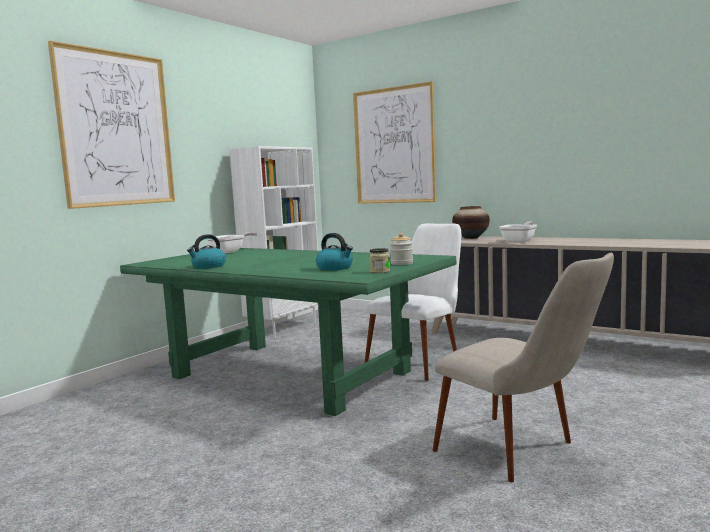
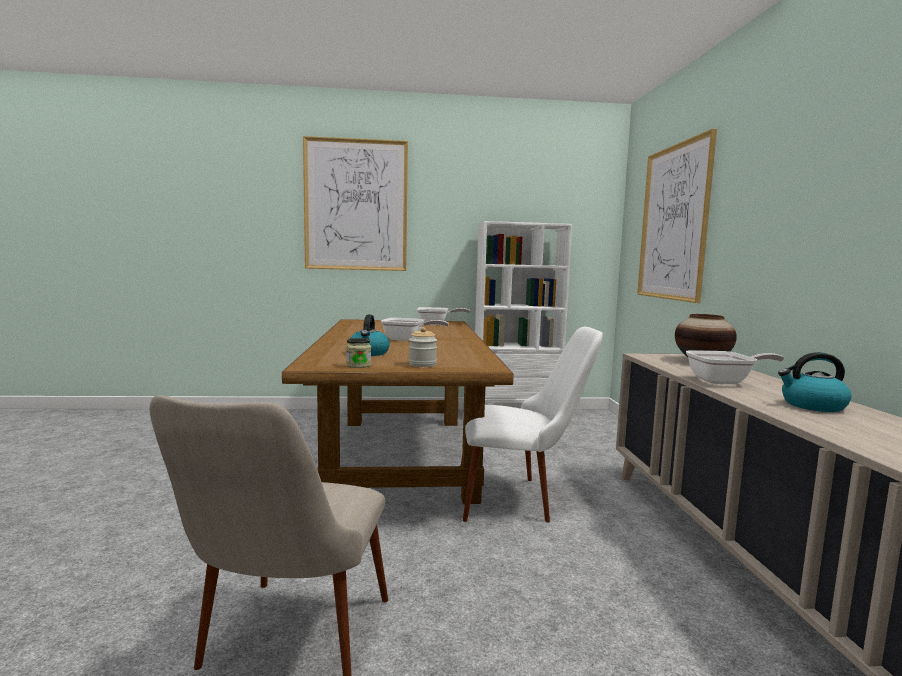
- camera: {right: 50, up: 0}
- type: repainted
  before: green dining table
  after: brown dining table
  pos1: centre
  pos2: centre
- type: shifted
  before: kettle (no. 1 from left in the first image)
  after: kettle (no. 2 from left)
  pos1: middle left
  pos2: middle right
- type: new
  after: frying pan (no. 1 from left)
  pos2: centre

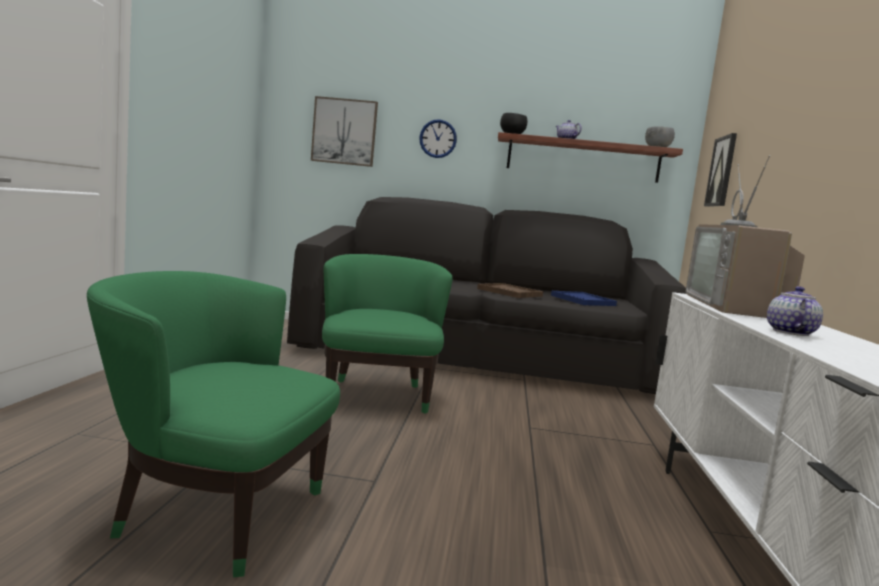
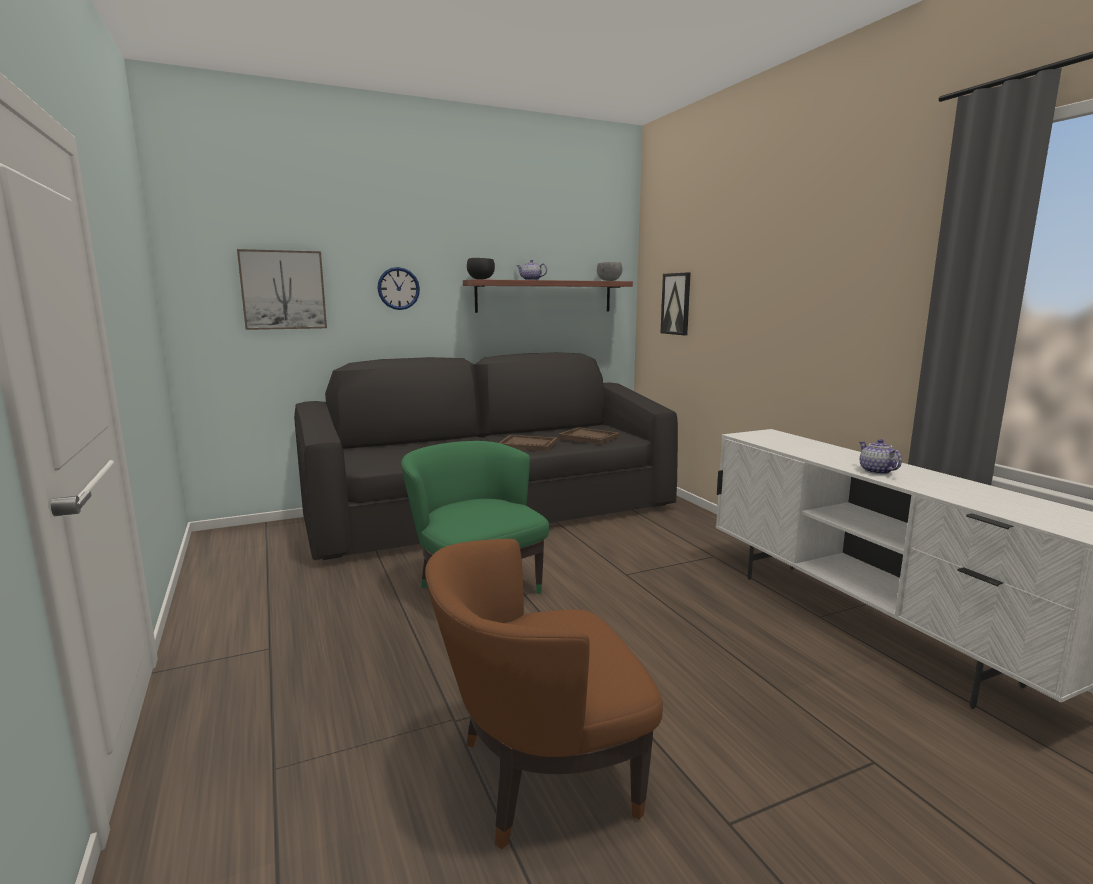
- camera: {right: -30, up: 5}
- type: repainted
  before: green armchair (no. 1 from left)
  after: brown armchair
  pos1: bottom left
  pos2: bottom centre
- type: repainted
  before: blue tray
  after: brown tray (no. 2 from left)
  pos1: centre
  pos2: centre
- type: gone
  before: television
  pos1: middle right

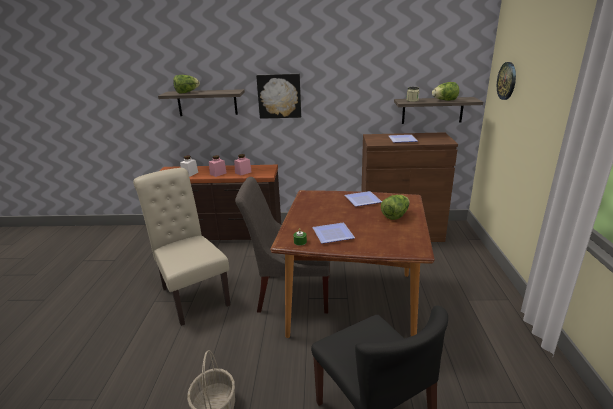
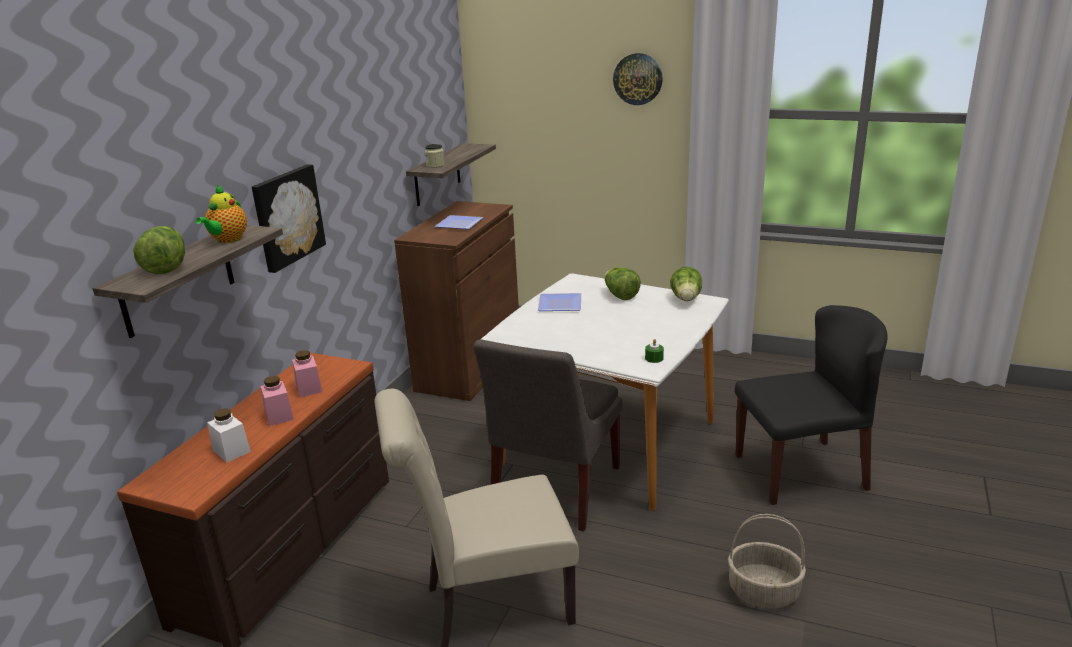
- camera: {right: -70, up: 0}
- type: repainted
  before: brown dining table
  after: white dining table
  pos1: centre
  pos2: centre
- type: gone
  before: plate (no. 1 from left)
  pos1: centre
- type: shifted
  before: lettuce (no. 3 from left)
  pos1: top right
  pos2: centre
- type: shifted
  before: wall clock
  pos1: top right
  pos2: top centre
- type: new
  after: teapot
  pos2: top left

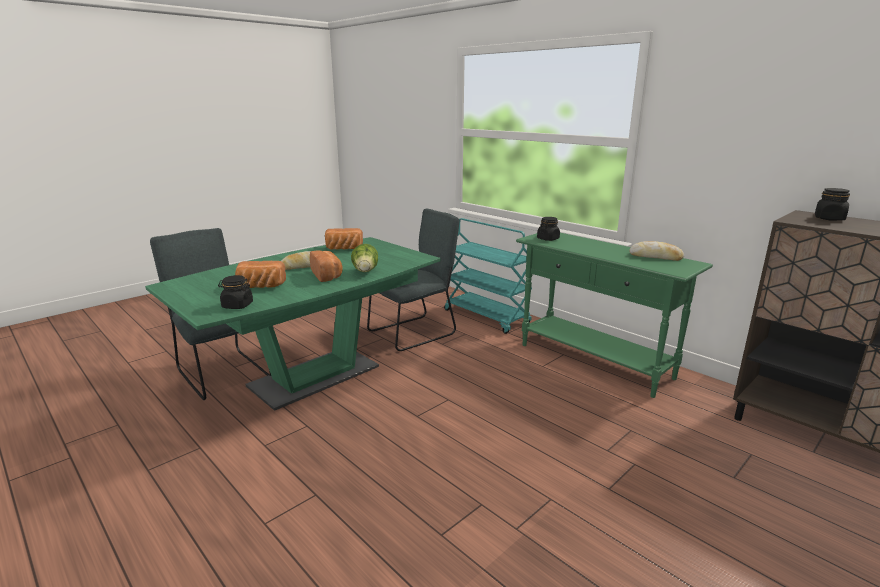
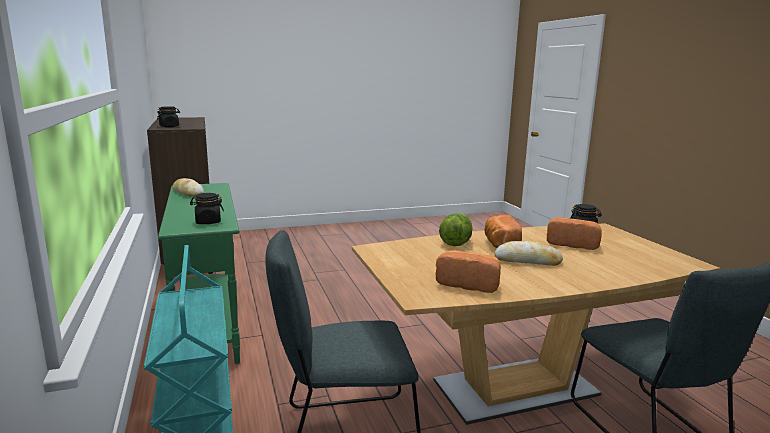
- camera: {right: -155, up: -5}
- type: repainted
  before: green dining table
  after: brown dining table
  pos1: middle left
  pos2: bottom right

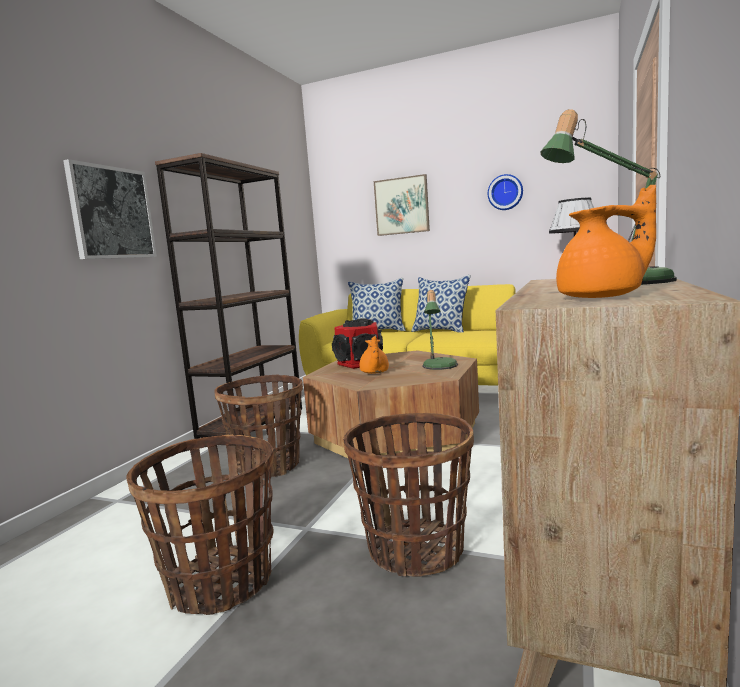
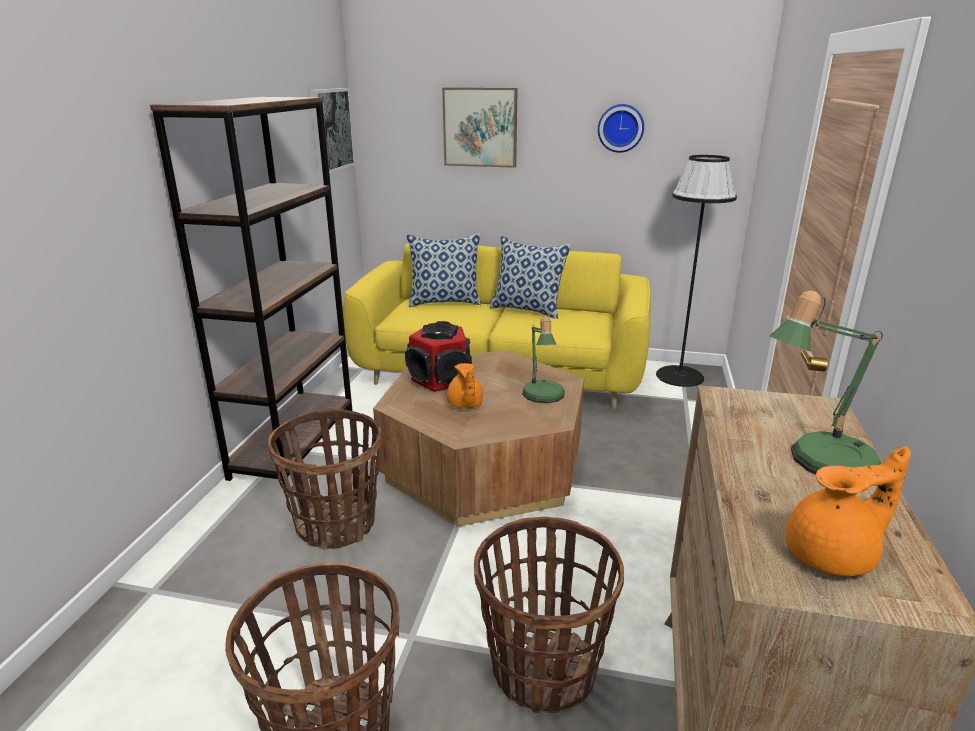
- camera: {right: -10, up: 15}
- type: shifted
  before: picture (no. 1 from left)
  pos1: top left
  pos2: top centre

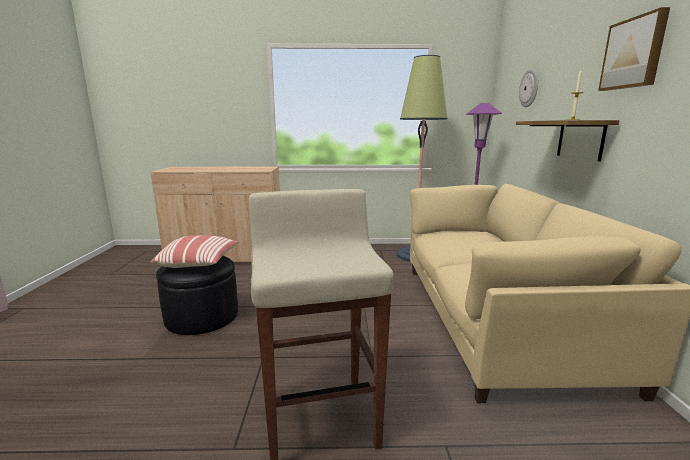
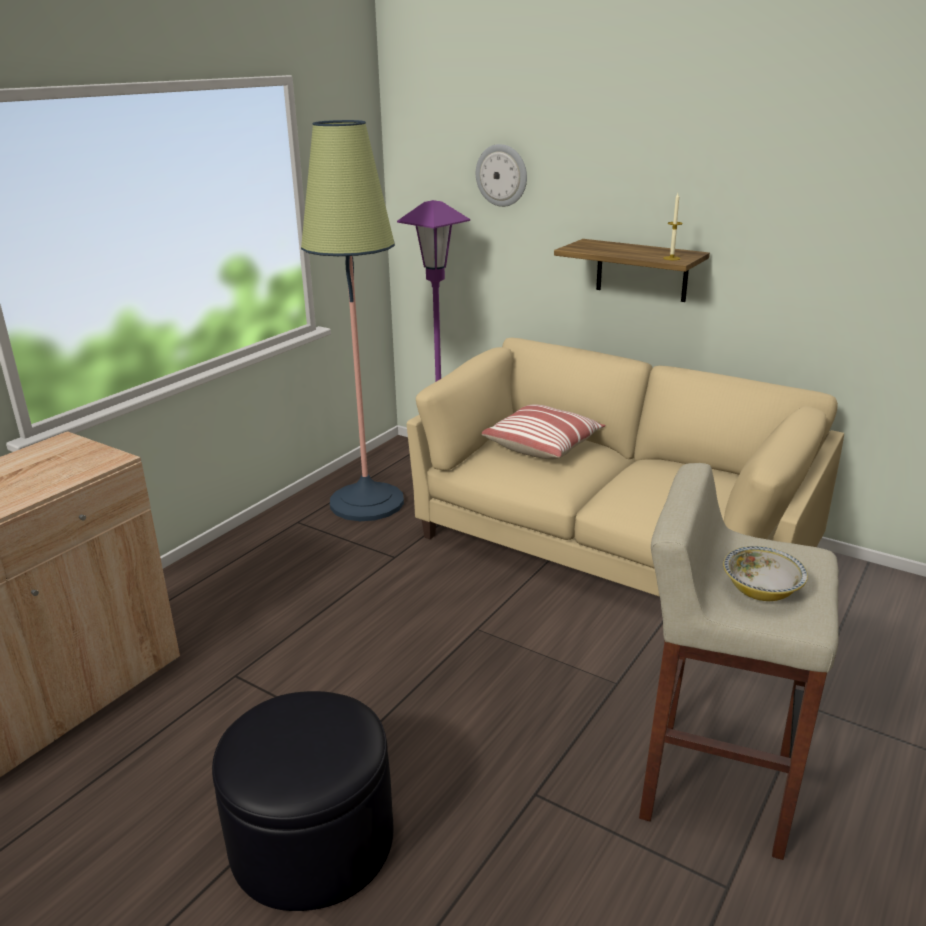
- camera: {right: -55, up: 10}
- type: shifted
  before: pillow
  pos1: middle left
  pos2: centre
- type: gone
  before: picture
  pos1: top right
- type: new
  after: bowl
  pos2: middle right

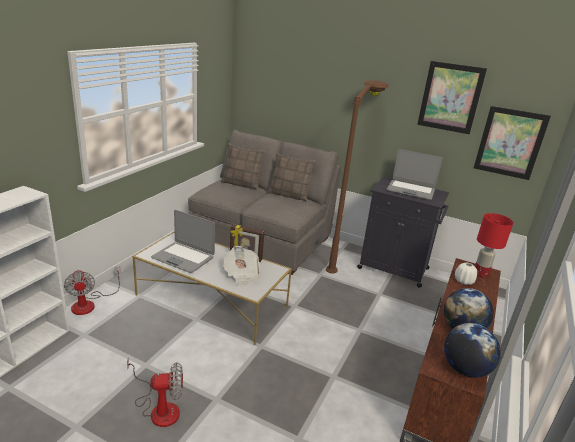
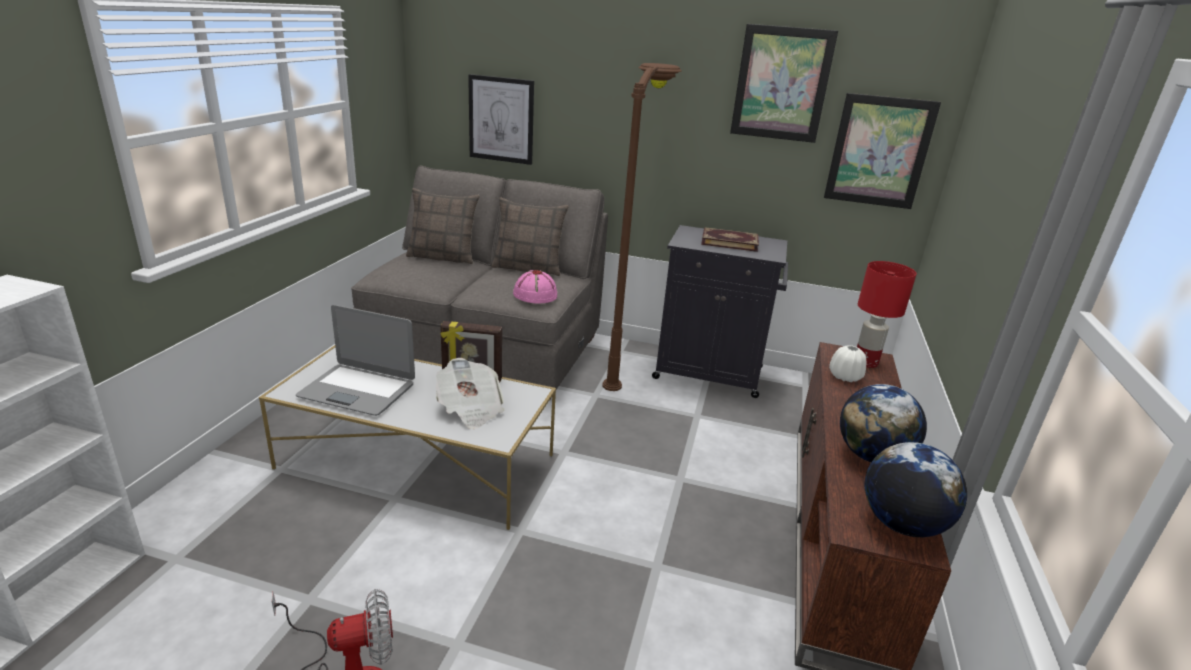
- camera: {right: -10, up: 0}
- type: gone
  before: fan (no. 1 from left)
  pos1: middle left
- type: swapped
  before: laptop (no. 2 from left)
  after: book
  pos1: middle right
  pos2: centre
- type: new
  after: picture (no. 1 from left)
  pos2: top centre
- type: new
  after: pink hat
  pos2: centre

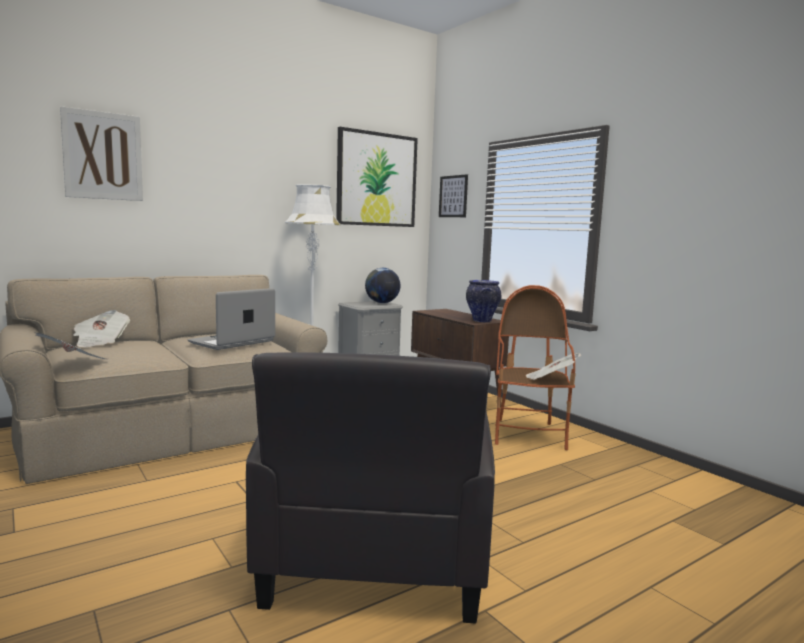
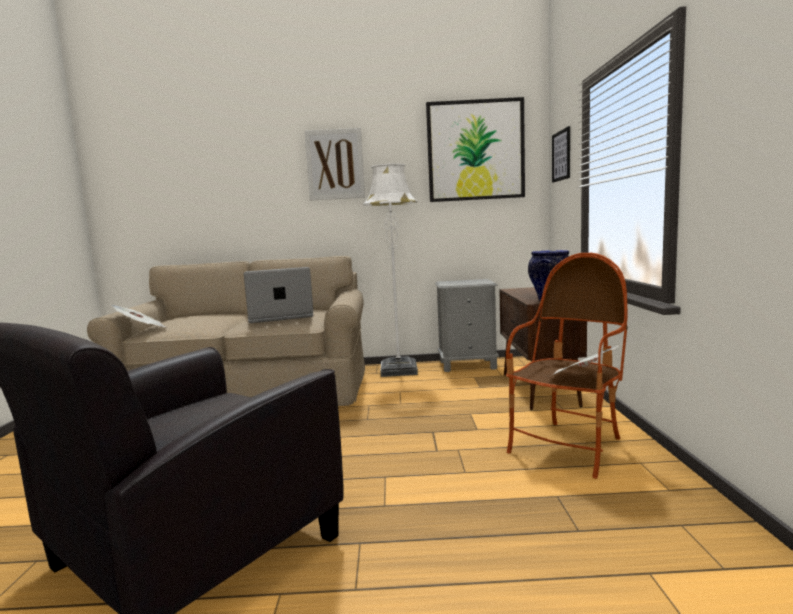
- camera: {right: 35, up: 0}
- type: shifted
  before: picture (no. 1 from left)
  pos1: top left
  pos2: top centre
- type: gone
  before: newspaper (no. 2 from left)
  pos1: middle left
- type: gone
  before: globe
  pos1: centre

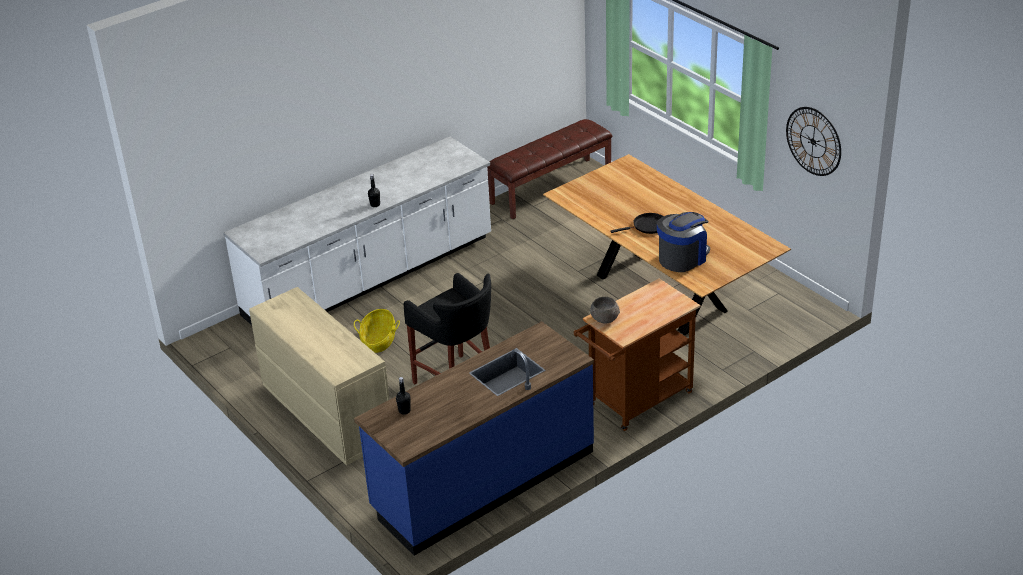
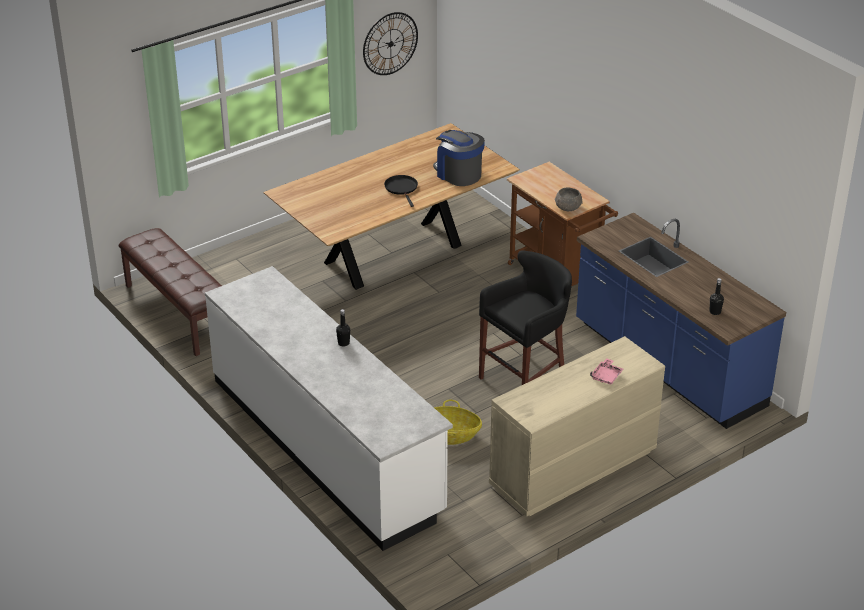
- camera: {right: -90, up: 0}
- type: new
  after: pink tray
  pos2: middle right

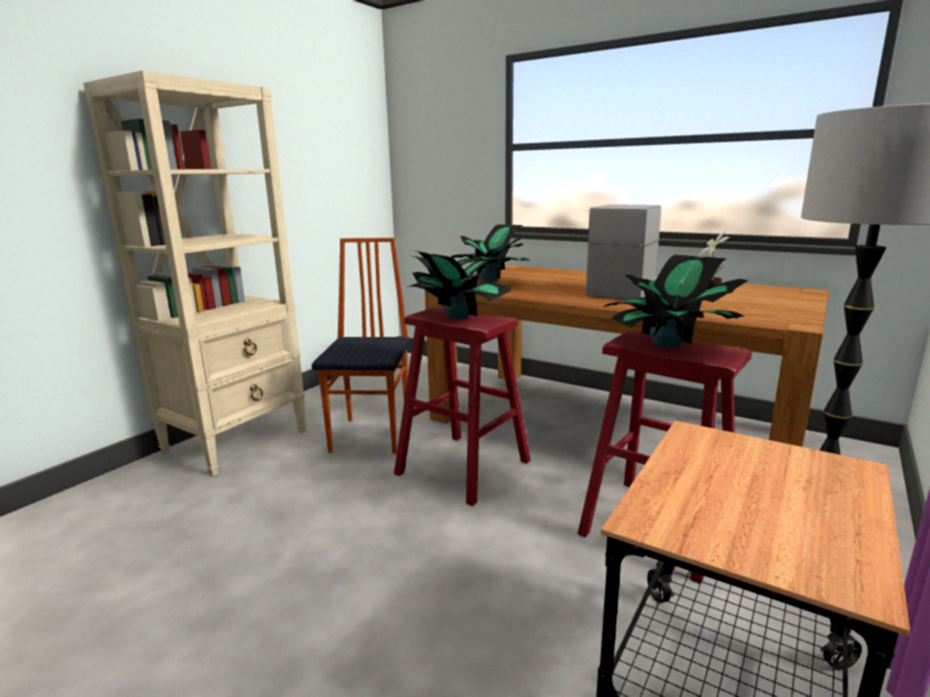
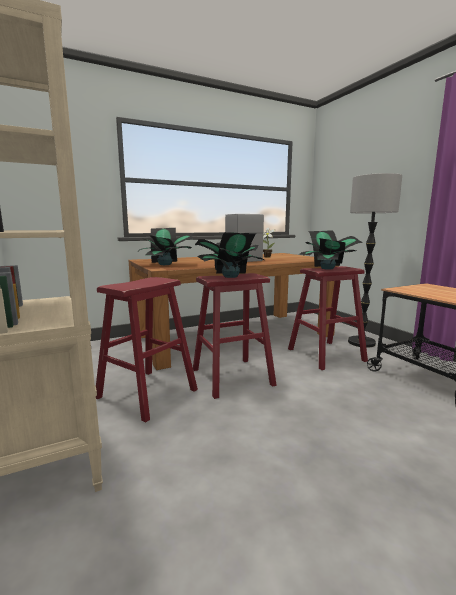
- camera: {right: -60, up: -5}
- type: swapped
  before: chair
  after: red stool (no. 1 from left)
  pos1: centre
  pos2: middle left

